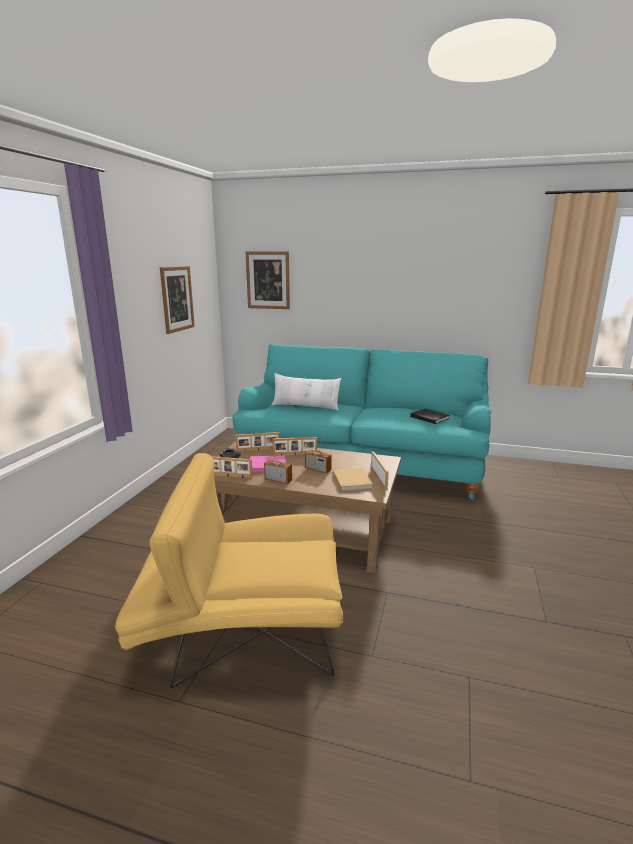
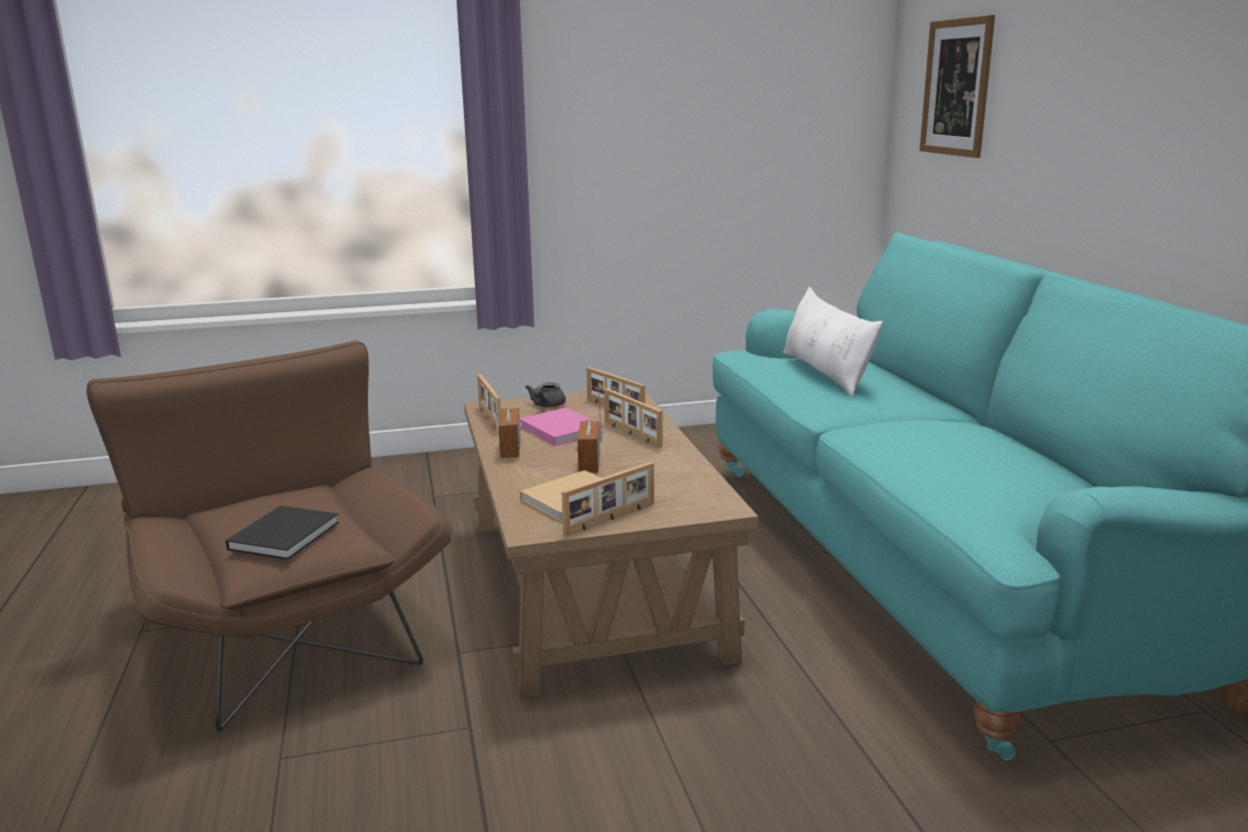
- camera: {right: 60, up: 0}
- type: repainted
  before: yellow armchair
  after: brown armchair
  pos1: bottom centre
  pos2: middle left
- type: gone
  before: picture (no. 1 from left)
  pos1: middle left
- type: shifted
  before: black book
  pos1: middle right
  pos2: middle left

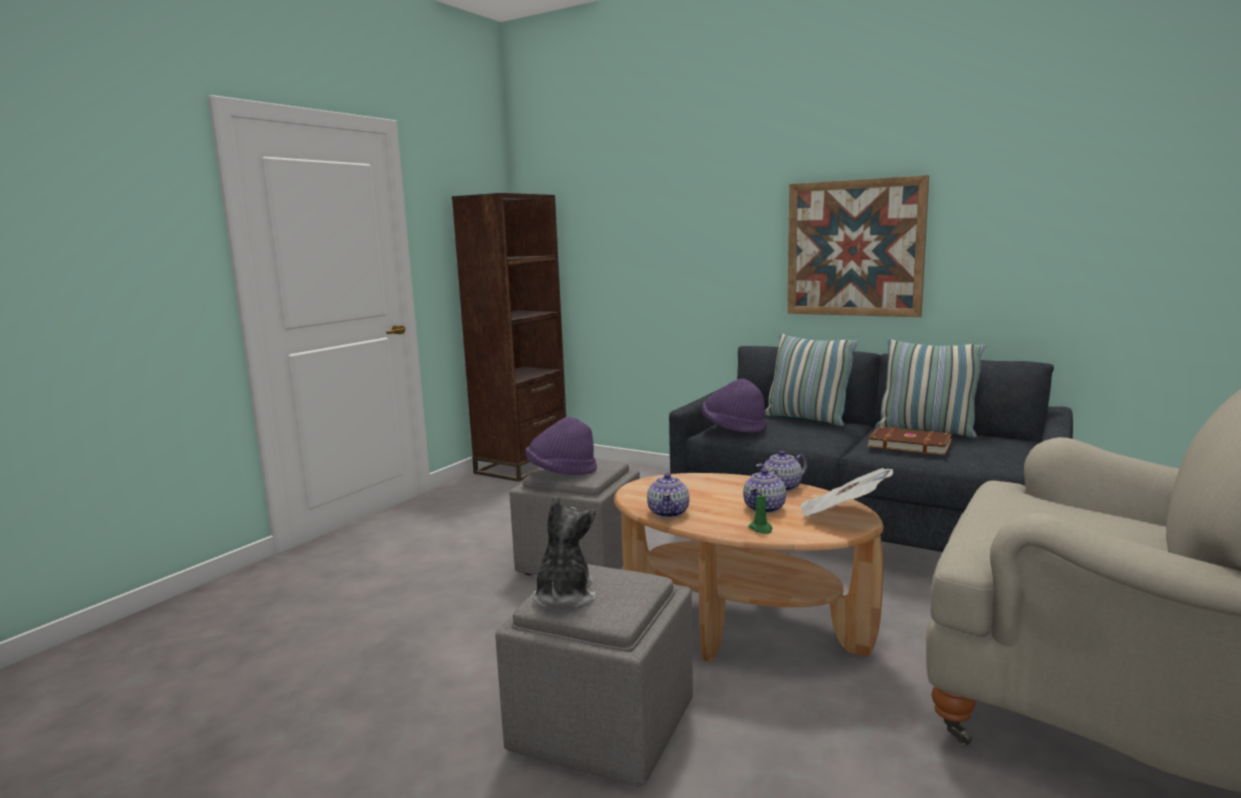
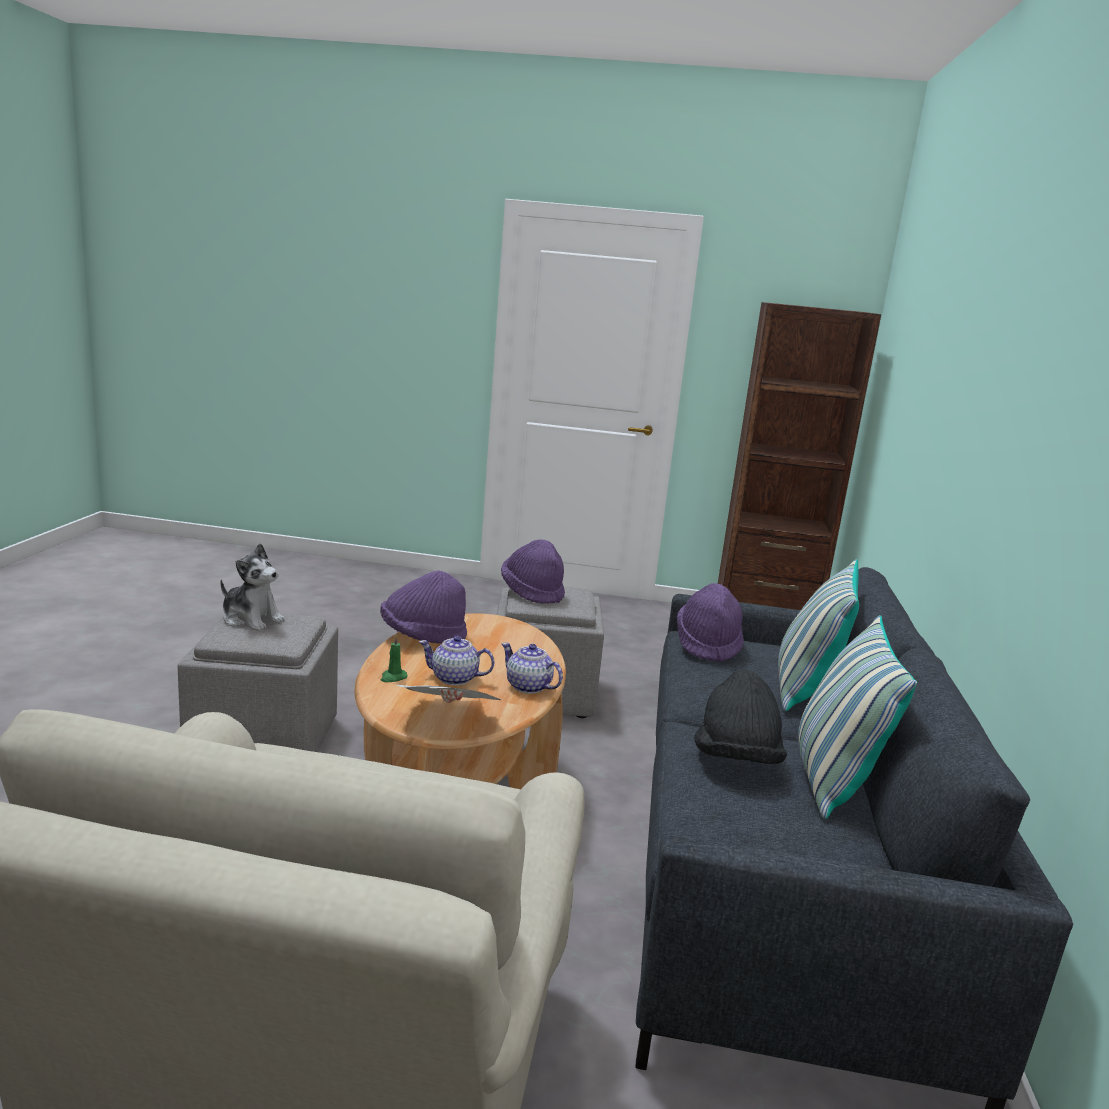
- camera: {right: 65, up: 5}
- type: rotated
  before: plush toy
  pos1: bottom centre
  pos2: middle left
  turn: 45
- type: swapped
  before: teapot (no. 1 from left)
  after: purple hat (no. 1 from left)
  pos1: centre
  pos2: centre
- type: gone
  before: picture
  pos1: top right
- type: swapped
  before: brown book
  after: black hat
  pos1: middle right
  pos2: middle right

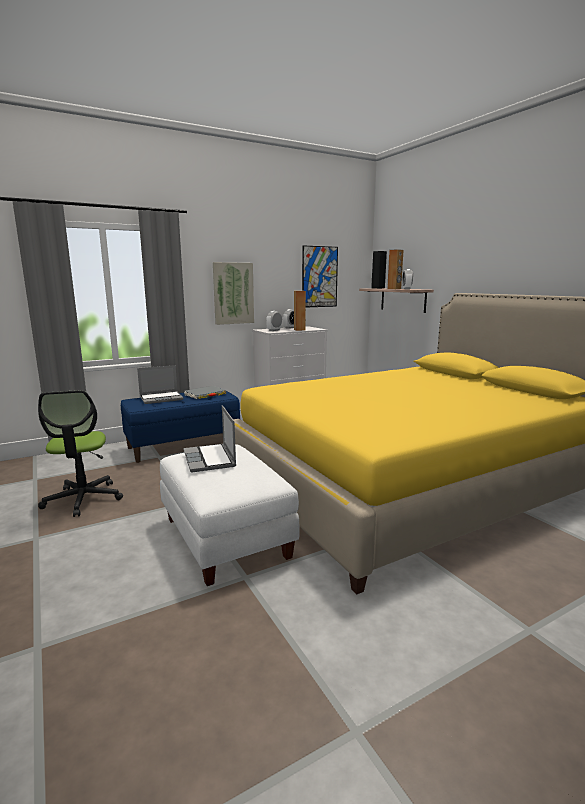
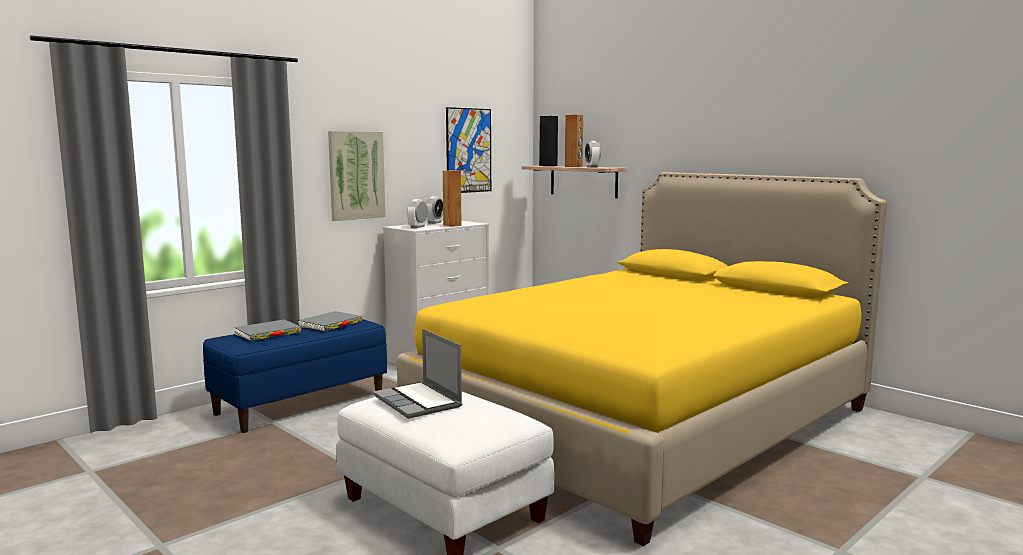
- camera: {right: -15, up: -5}
- type: gone
  before: office chair
  pos1: middle left
- type: swapped
  before: laptop (no. 1 from left)
  after: grey book (no. 1 from left)
  pos1: middle left
  pos2: middle left

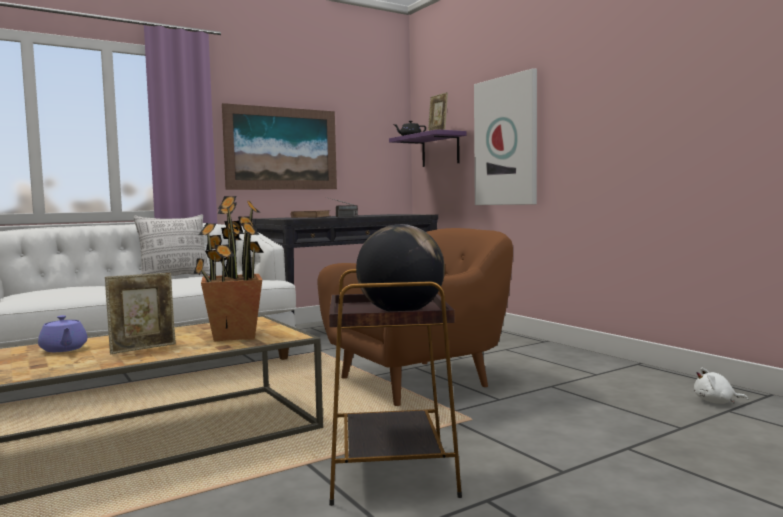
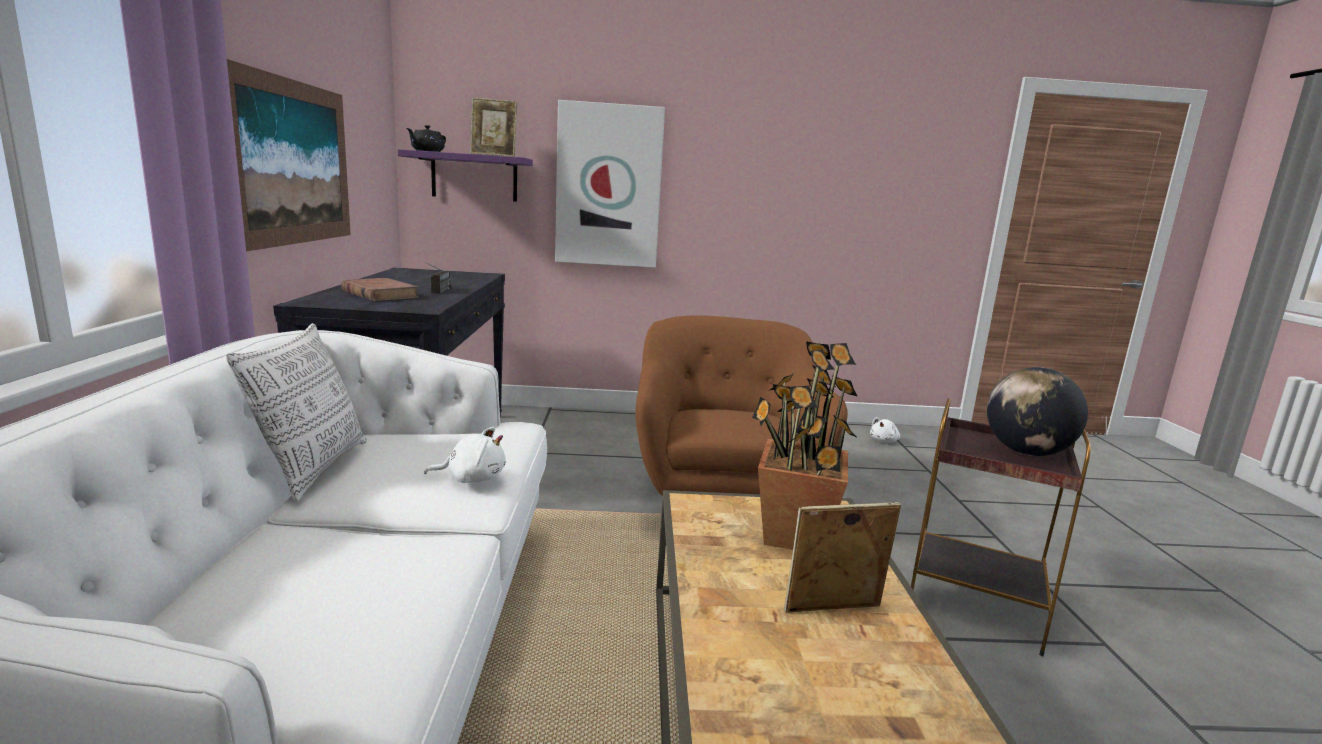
- camera: {right: -60, up: 10}
- type: gone
  before: purple teapot
  pos1: middle left
- type: rotated
  before: picture frame (no. 1 from left in the first image)
  pos1: middle left
  pos2: bottom centre
  turn: -90
- type: new
  after: white plush toy (no. 1 from left)
  pos2: centre

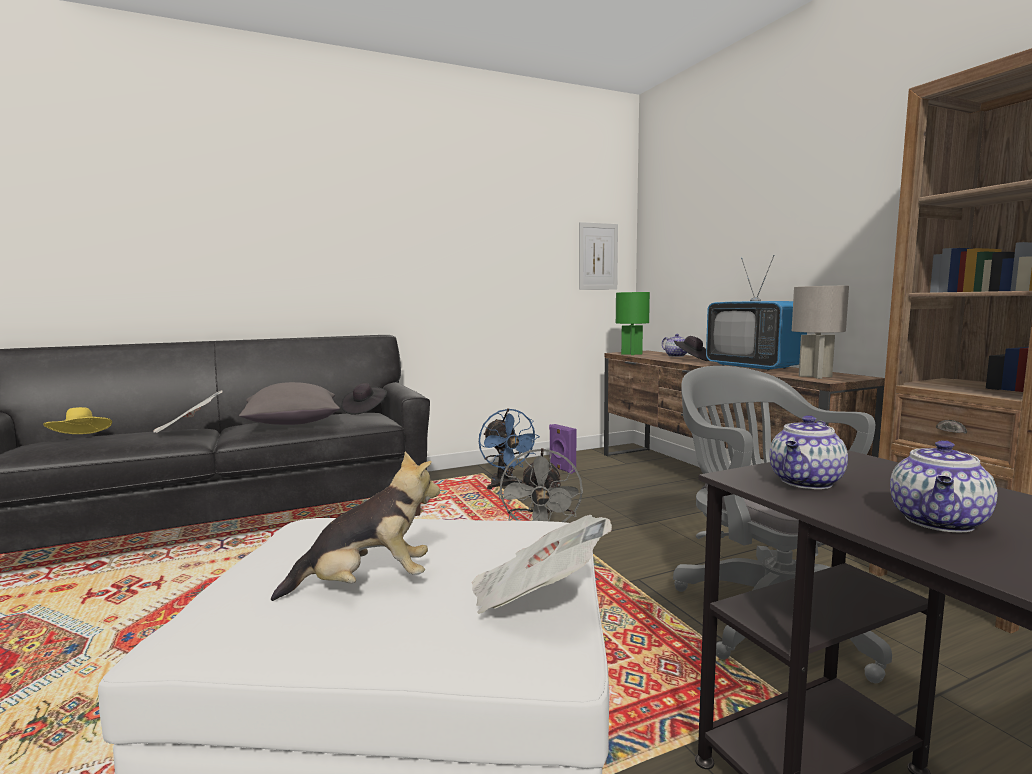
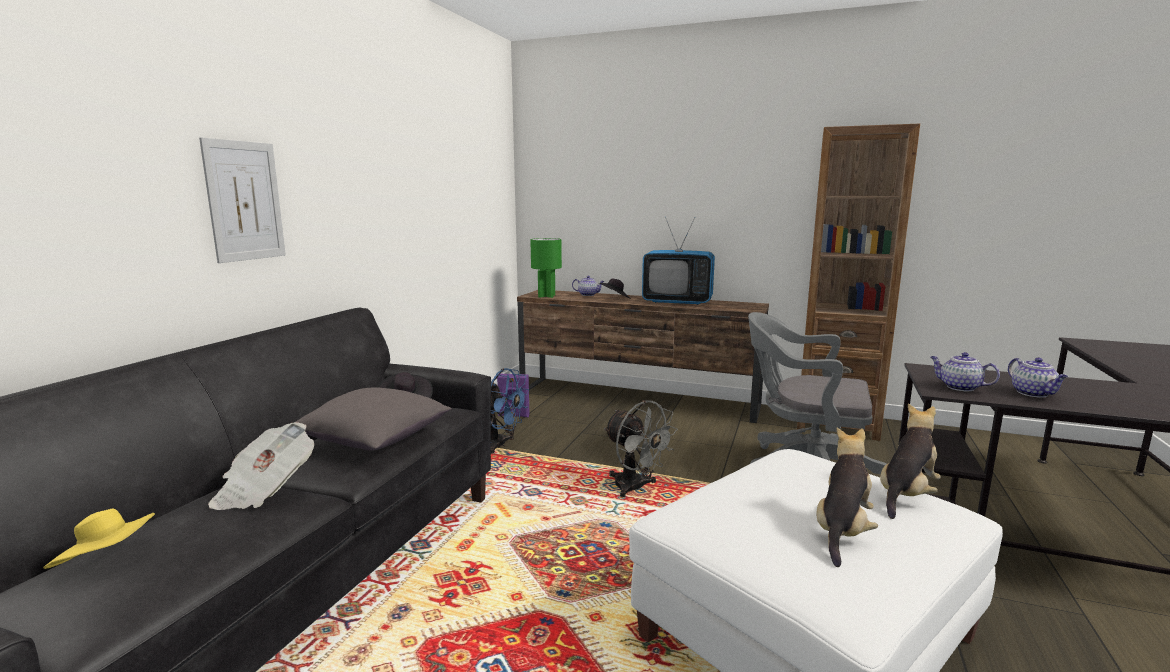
- camera: {right: -45, up: 5}
- type: swapped
  before: newspaper (no. 2 from left)
  after: plush toy (no. 2 from left)
  pos1: bottom centre
  pos2: bottom right
- type: shifted
  before: picture
  pos1: top centre
  pos2: top left
- type: rotated
  before: teapot (no. 2 from left)
  pos1: middle right
  pos2: middle right
  turn: 135
- type: gone
  before: grey table lamp
  pos1: middle right

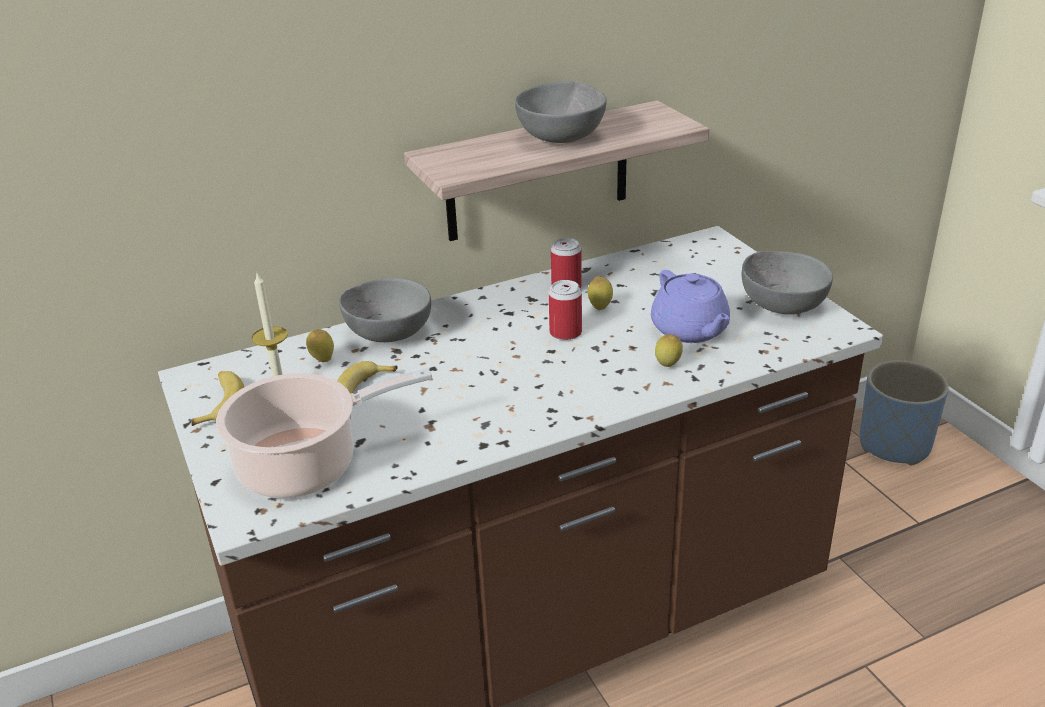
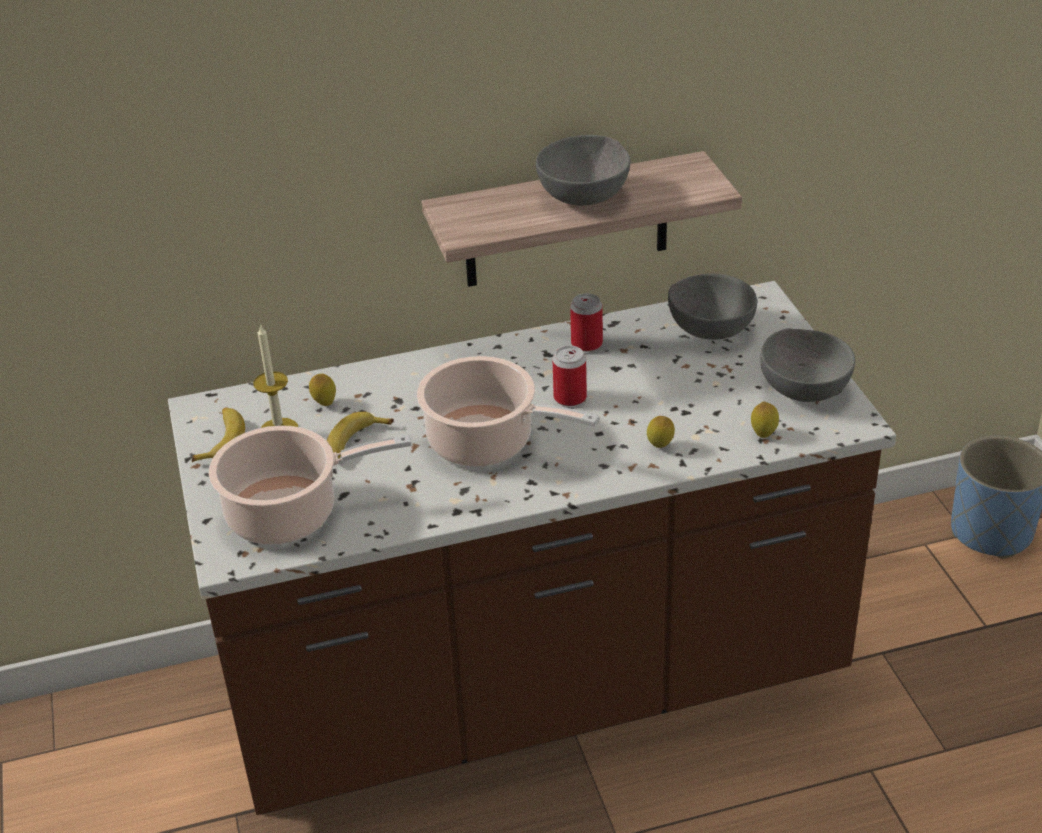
- camera: {right: 10, up: 5}
- type: shifted
  before: grey bowl (no. 1 from left in the first image)
  after: grey bowl (no. 2 from left)
  pos1: centre
  pos2: middle right
- type: shifted
  before: lemon (no. 2 from left in the first image)
  after: lemon (no. 3 from left)
  pos1: centre
  pos2: middle right
- type: gone
  before: purple teapot
  pos1: centre
- type: new
  after: cooking pot (no. 2 from left)
  pos2: centre

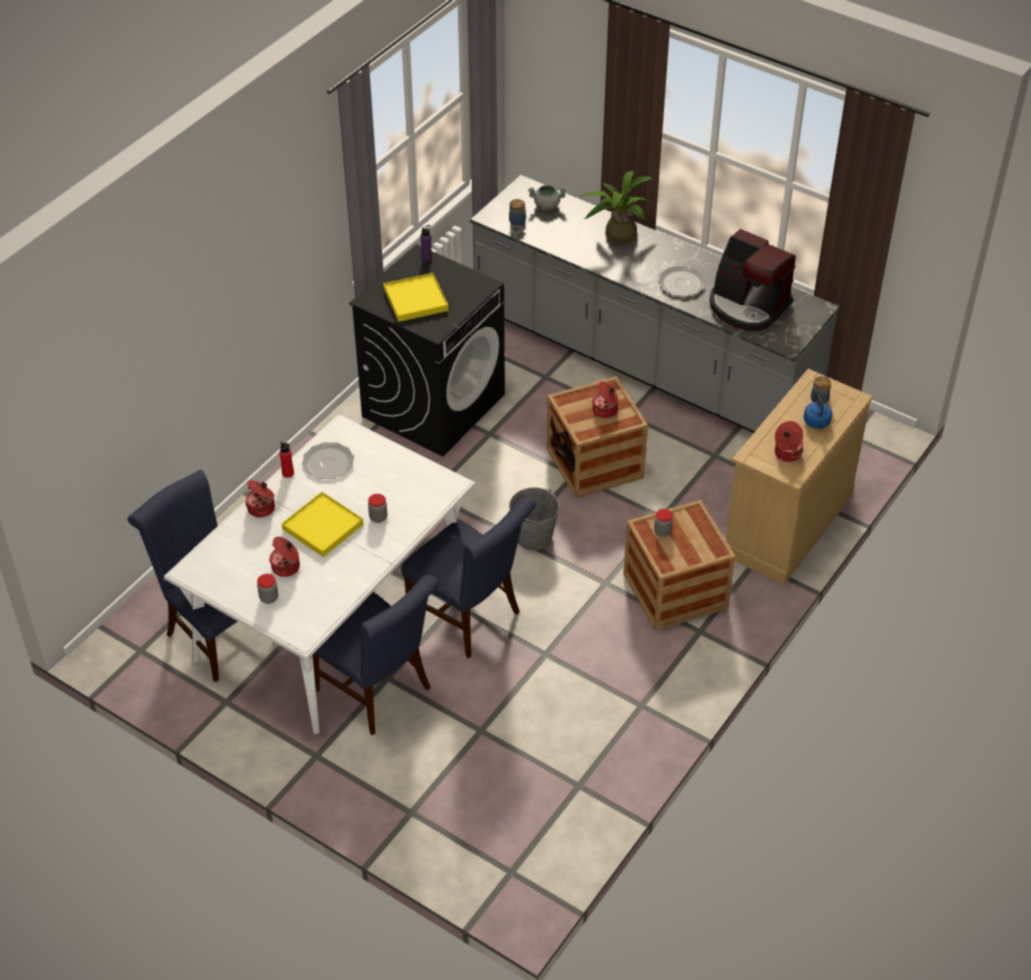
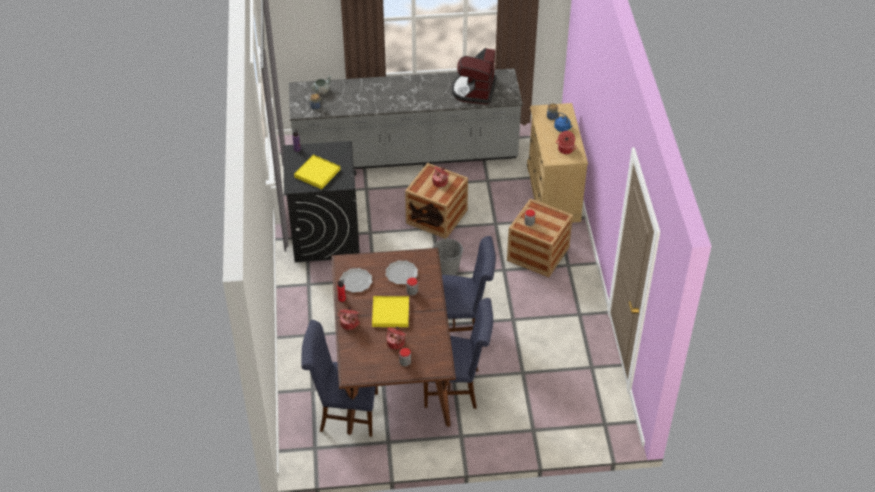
- camera: {right: -40, up: 0}
- type: repainted
  before: white dining table
  after: brown dining table
  pos1: middle left
  pos2: bottom centre
- type: gone
  before: potted plant
  pos1: top centre
- type: shifted
  before: plate (no. 2 from left)
  pos1: top centre
  pos2: centre
- type: rotated
  before: coffee machine
  pos1: top right
  pos2: top centre
  turn: 105

